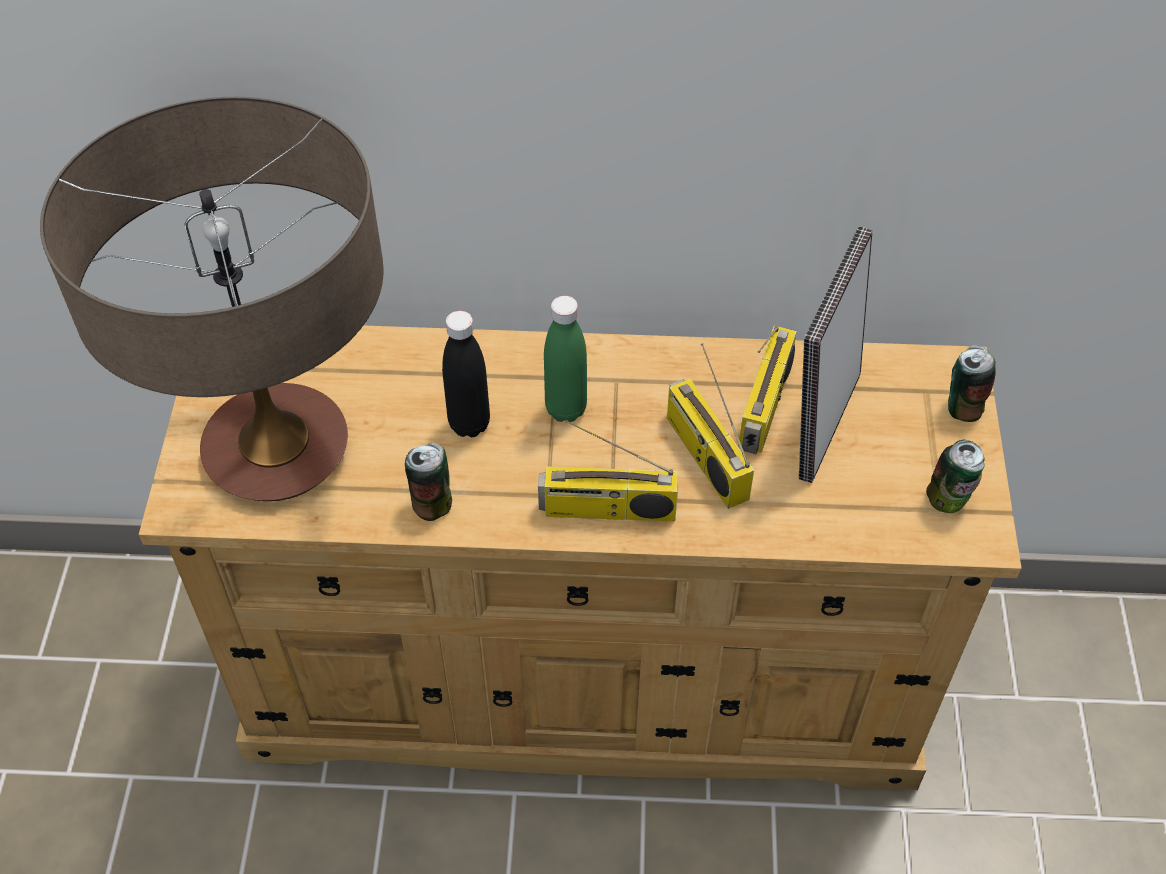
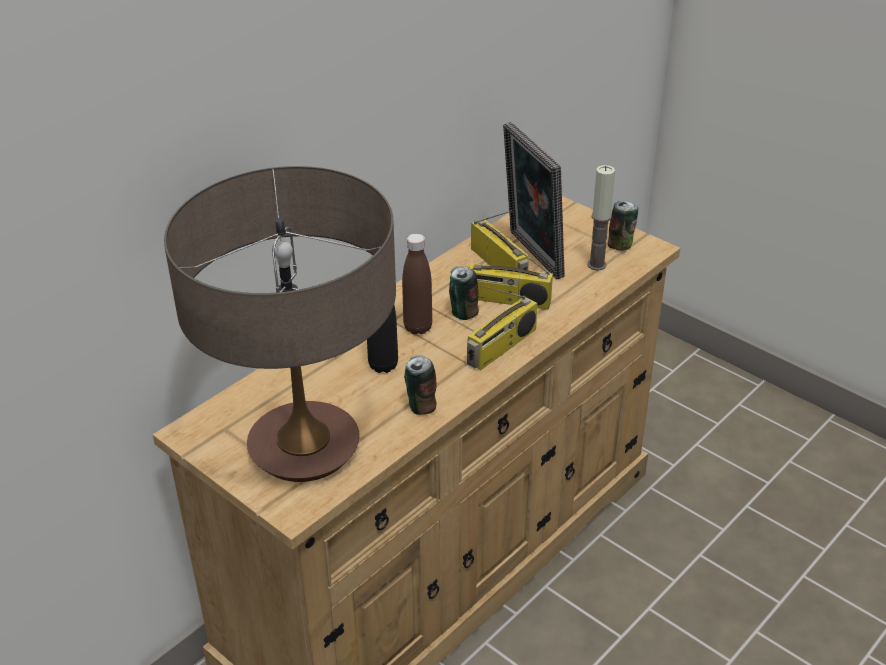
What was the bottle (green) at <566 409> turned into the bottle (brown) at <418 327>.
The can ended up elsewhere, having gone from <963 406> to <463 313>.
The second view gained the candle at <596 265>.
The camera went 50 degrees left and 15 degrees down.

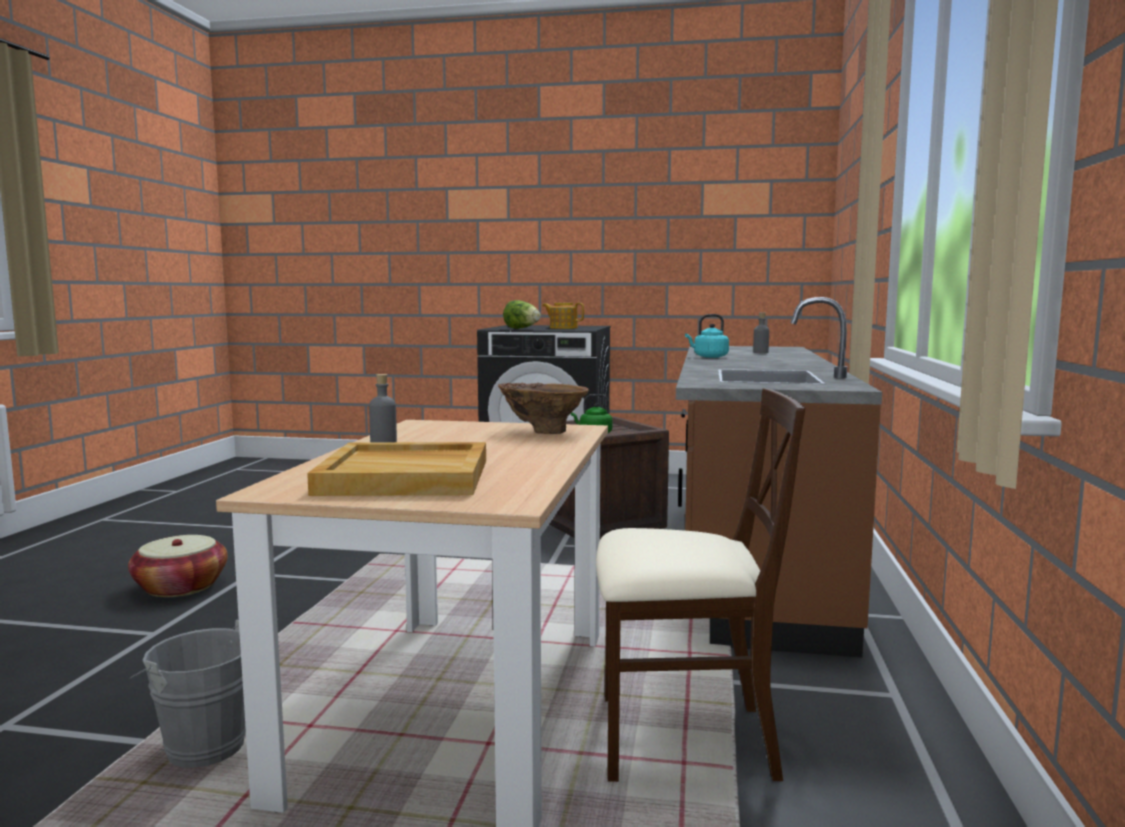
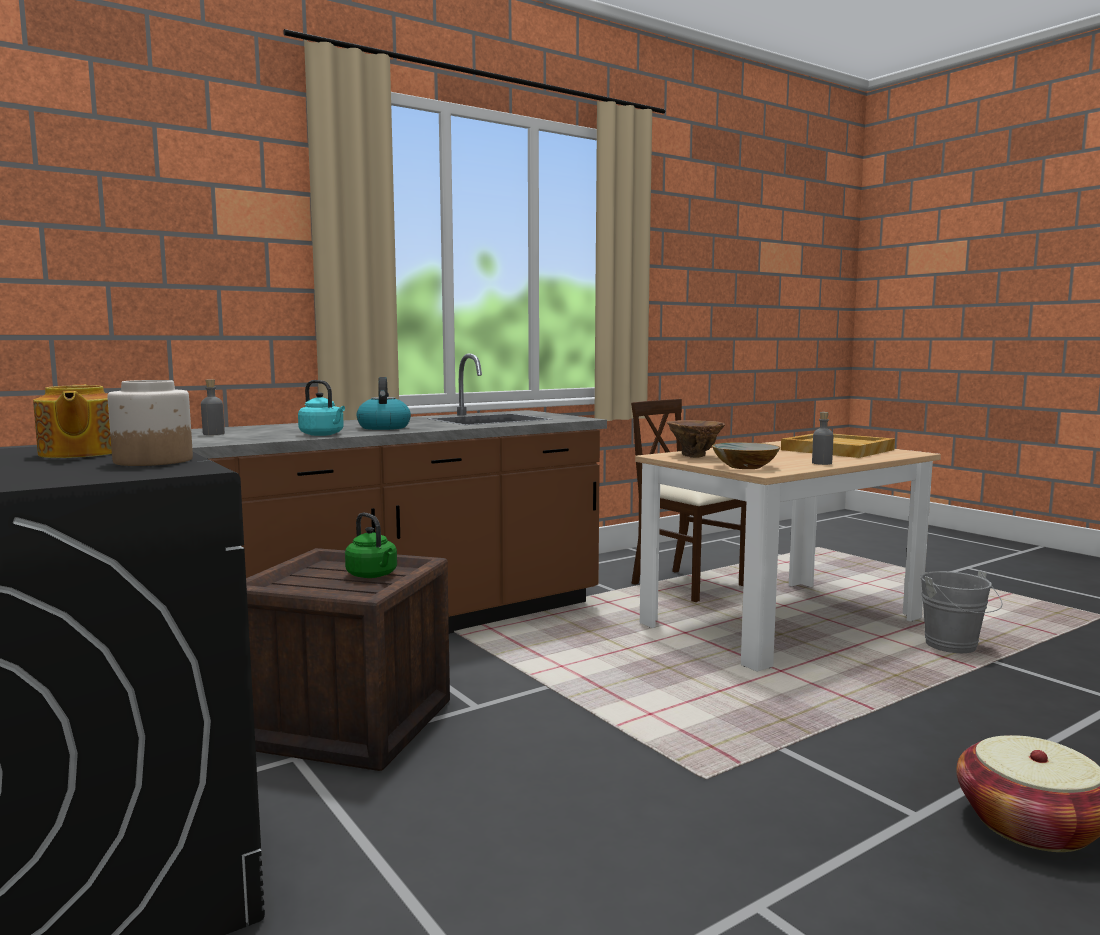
Where the lettuce stood at <522 328>, the jar came to stand at <152 461>.
The second view gained the kettle at <383 427>.
The second view gained the bowl at <744 467>.
The camera went 135 degrees left and 0 degrees up.

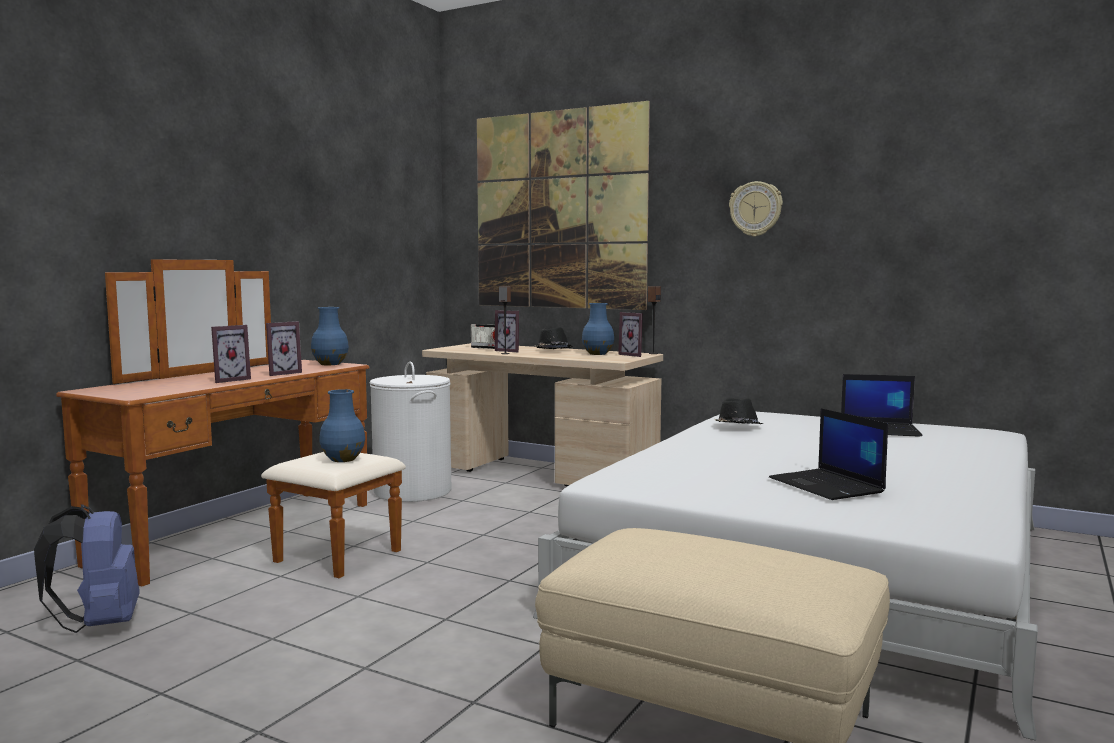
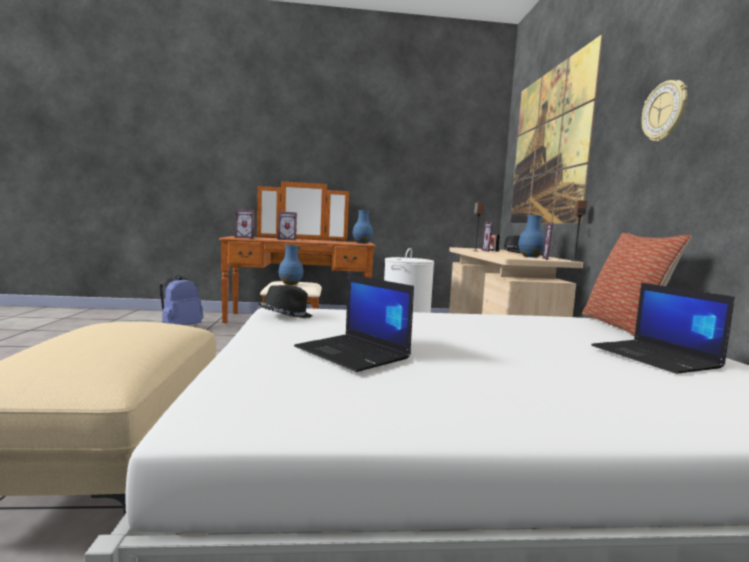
The picture frame ended up elsewhere, having gone from <281 373> to <246 238>.
The hat (black) ended up elsewhere, having gone from <738 427> to <285 316>.
The laptop at <827 485> ended up facing another way, 75 degrees counterclockwise from before.
The second view gained the pillow at <623 326>.
The camera went 55 degrees right and 0 degrees up.

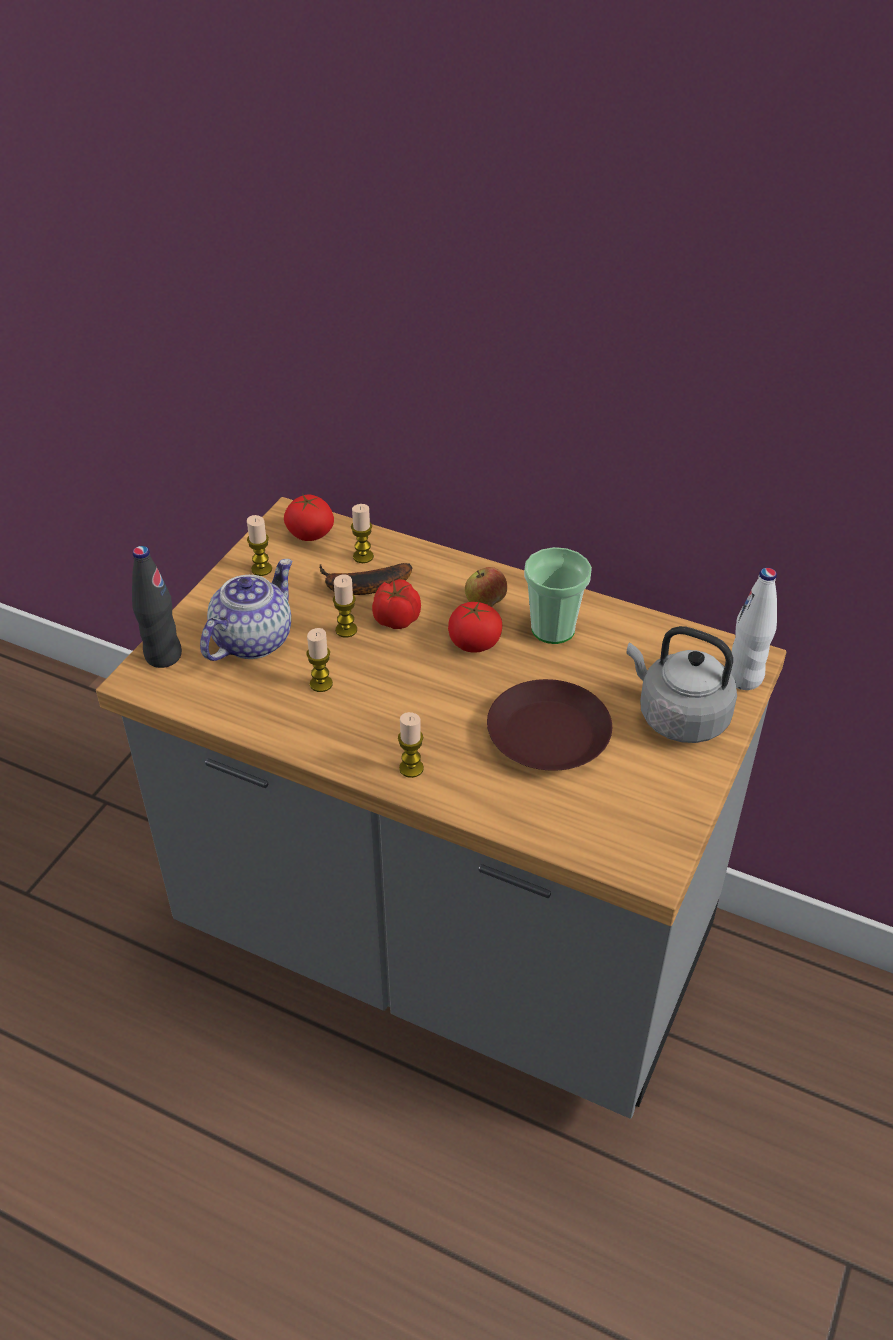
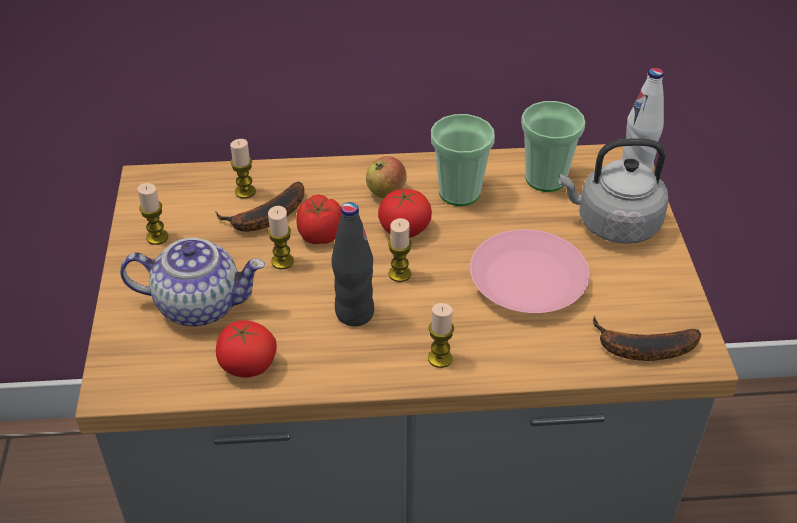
The bottle (black) ended up elsewhere, having gone from <163 656> to <354 313>.
The teapot at <252 640> ended up facing another way, 90 degrees clockwise from before.
The tomato ended up elsewhere, having gone from <310 534> to <248 365>.
The candle ended up elsewhere, having gone from <321 684> to <399 274>.
What was the plate (brown) at <547 734> turned into the plate (pink) at <526 281>.
The second view gained the cup at <545 179>.
The second view gained the banana at <640 349>.
The camera went 30 degrees left and 0 degrees up.

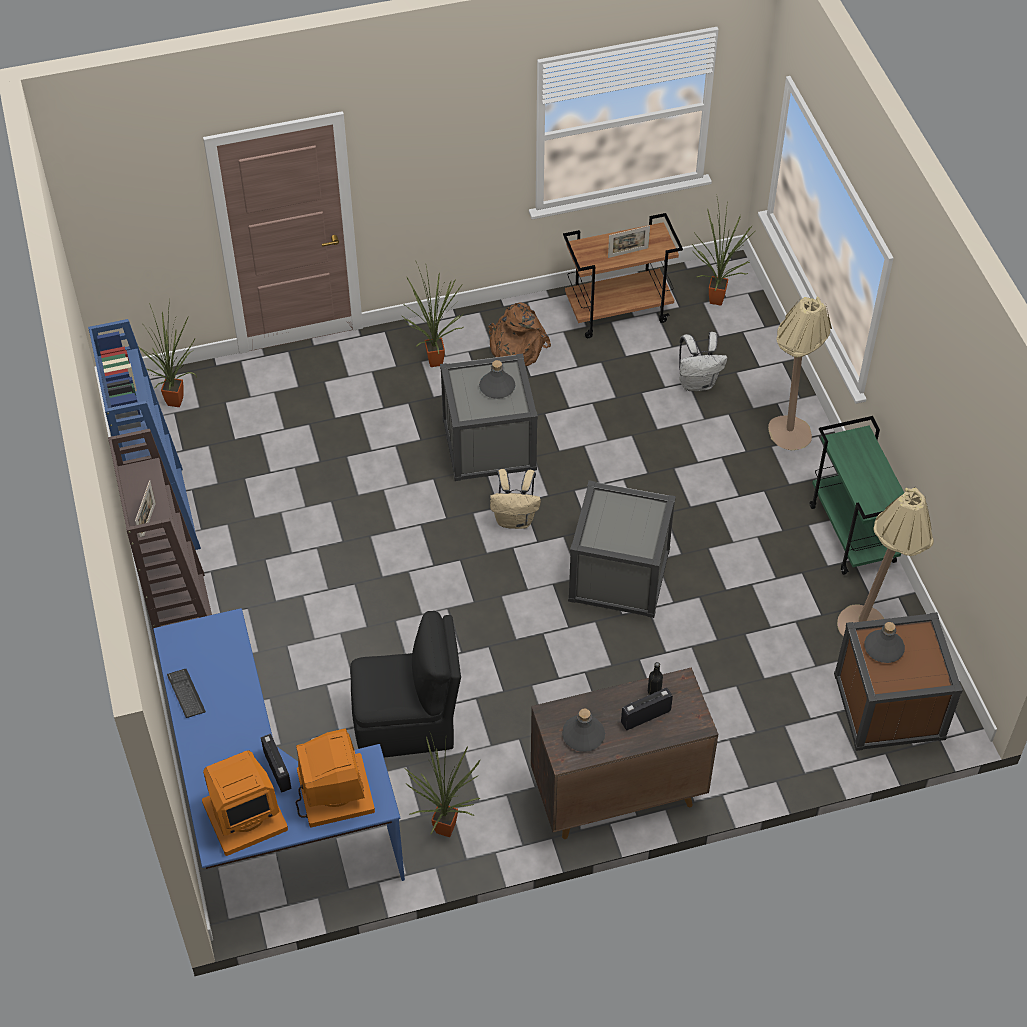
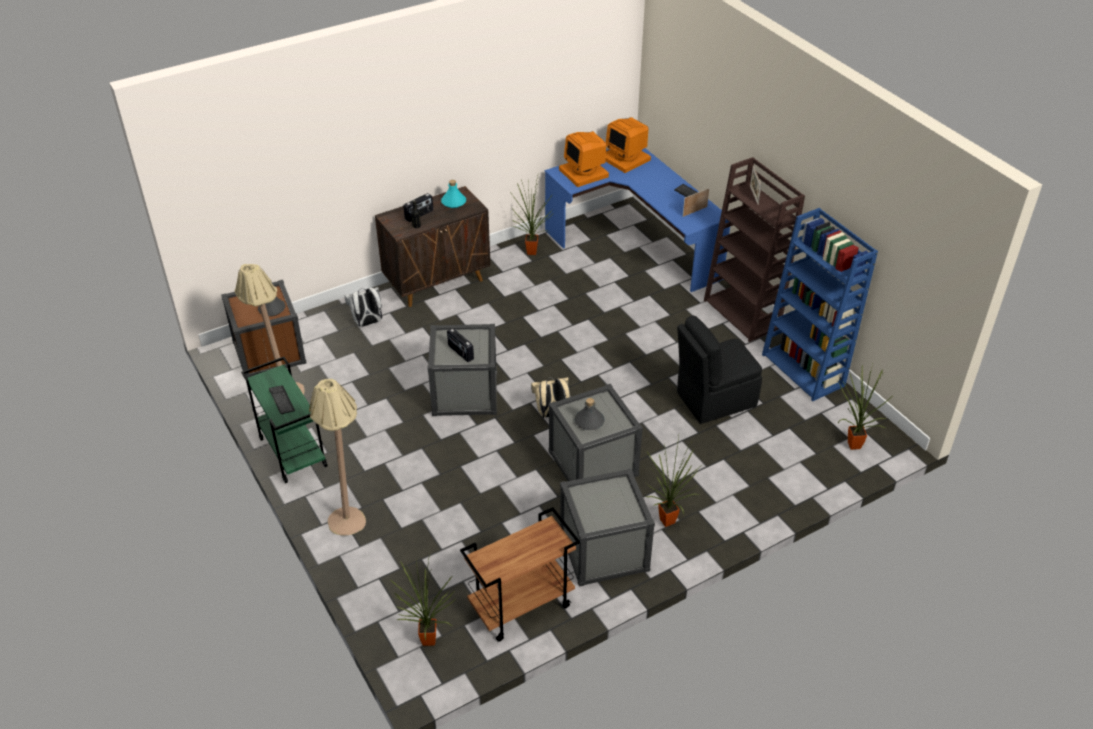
The monitor at <244 814> ended up facing another way, 90 degrees counterclockwise from before.
The radio ended up elsewhere, having gone from <278 770> to <460 352>.
The chair (black) ended up elsewhere, having gone from <407 724> to <714 400>.
Where the backpack (brown) stood at <516 347>, the storage box (grey) came to stand at <603 550>.
What was the bottle (grey) at <583 735> turned into the bottle (turquoise) at <453 202>.
The picture frame ended up elsewhere, having gone from <628 252> to <695 211>.
The backpack (white) ended up elsewhere, having gone from <697 382> to <367 323>.
The second view gained the keyboard at <282 400>.
The camera went 165 degrees right and 10 degrees down.

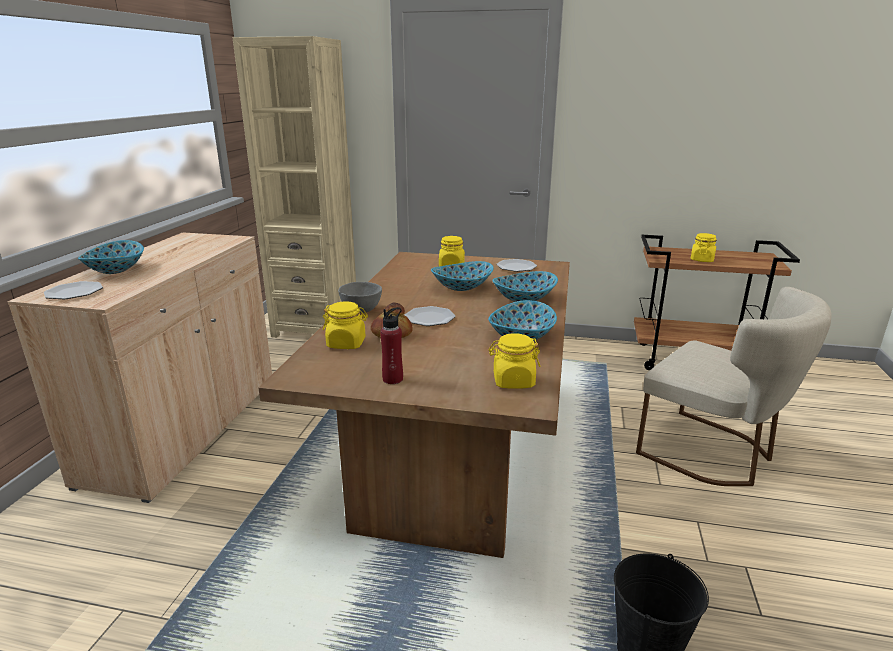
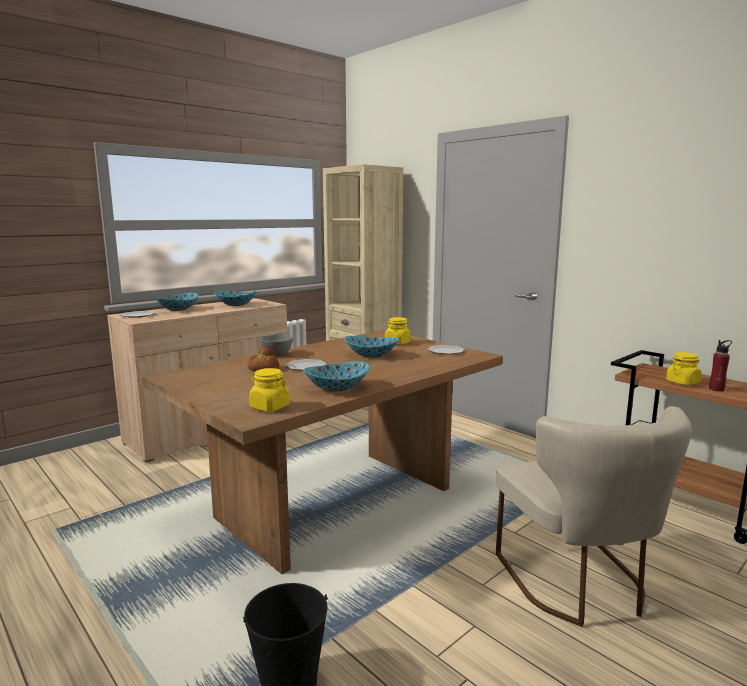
The second view lost the jar (yellow) at <346 343>.
The bottle (red) ended up elsewhere, having gone from <393 379> to <716 389>.
The bowl ended up elsewhere, having gone from <523 299> to <236 305>.
The camera went 35 degrees right and 10 degrees down.

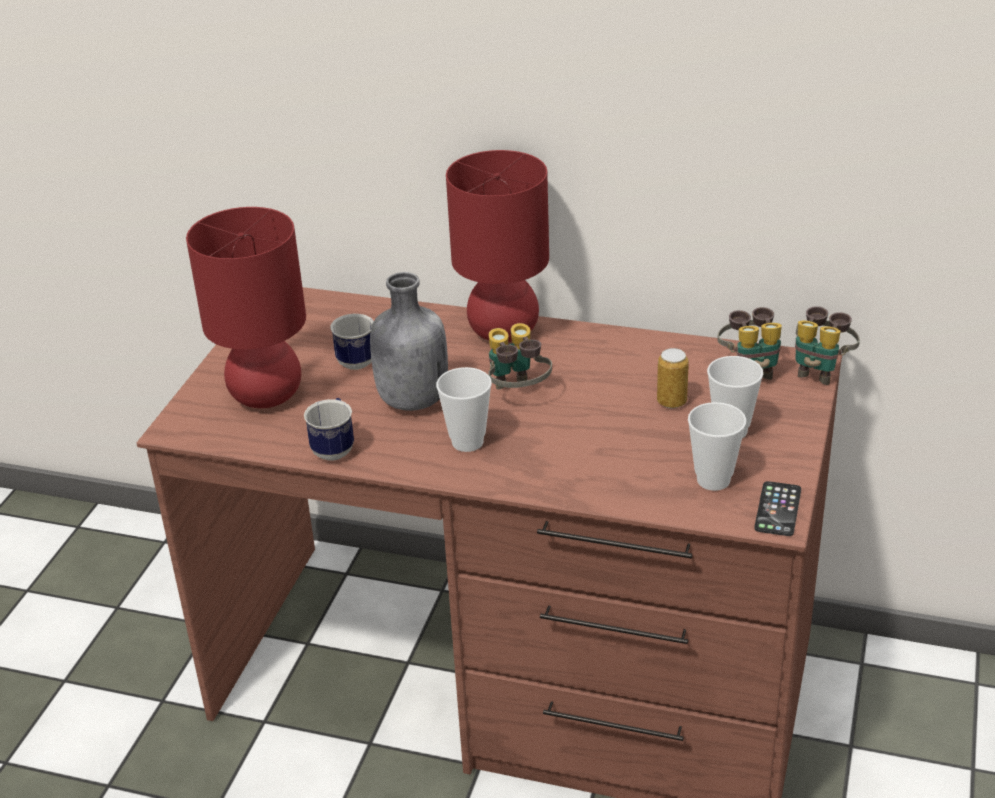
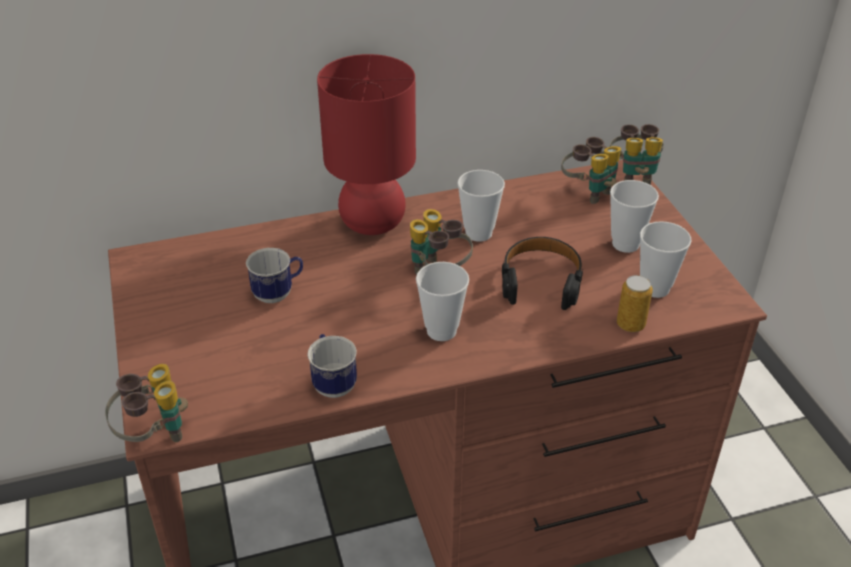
The second view lost the table lamp (red) at <266 395>.
The second view lost the bottle (grey) at <411 400>.
The can ended up elsewhere, having gone from <671 402> to <630 324>.
The second view lost the phone at <778 509>.
The second view gained the binoculars at <154 435>.
The second view gained the cup at <478 233>.
The second view gained the headphones (black) at <541 280>.
The camera went 35 degrees left and 5 degrees up.

